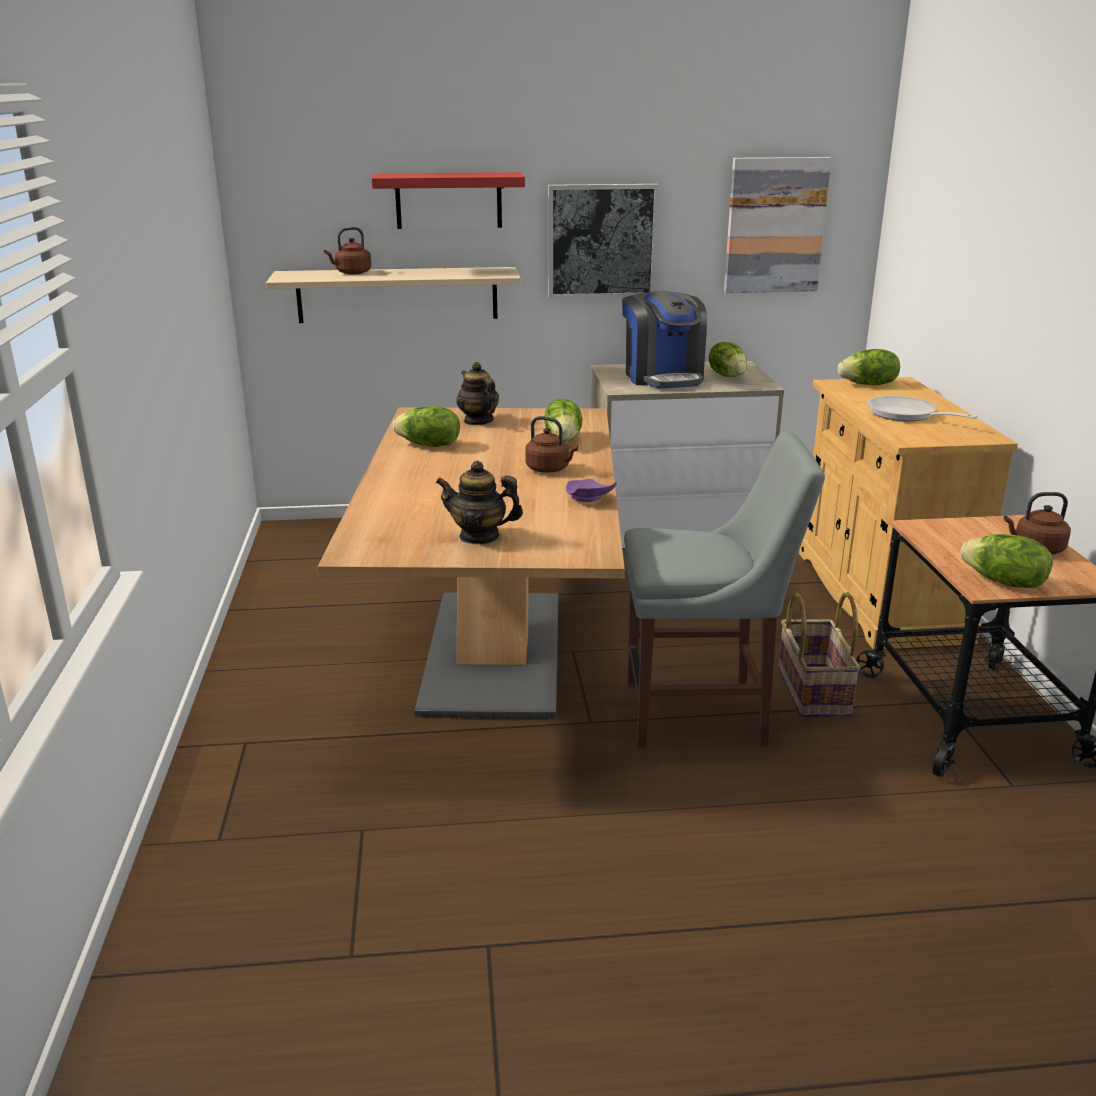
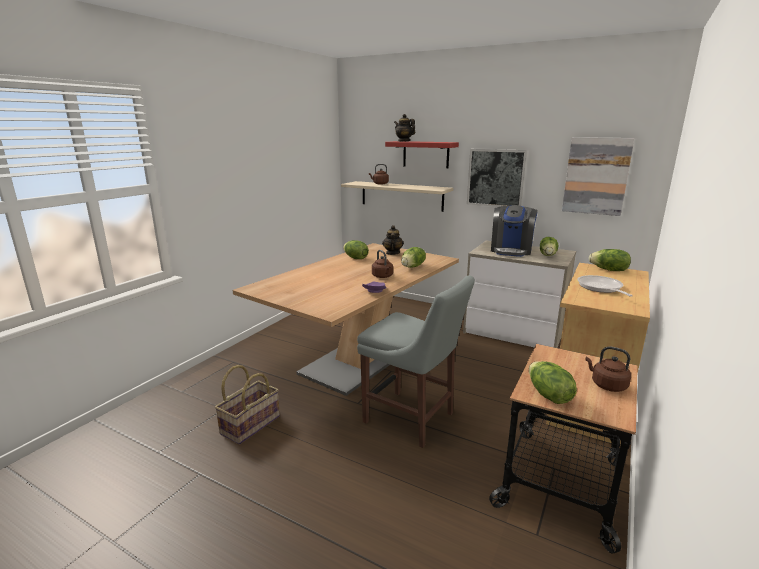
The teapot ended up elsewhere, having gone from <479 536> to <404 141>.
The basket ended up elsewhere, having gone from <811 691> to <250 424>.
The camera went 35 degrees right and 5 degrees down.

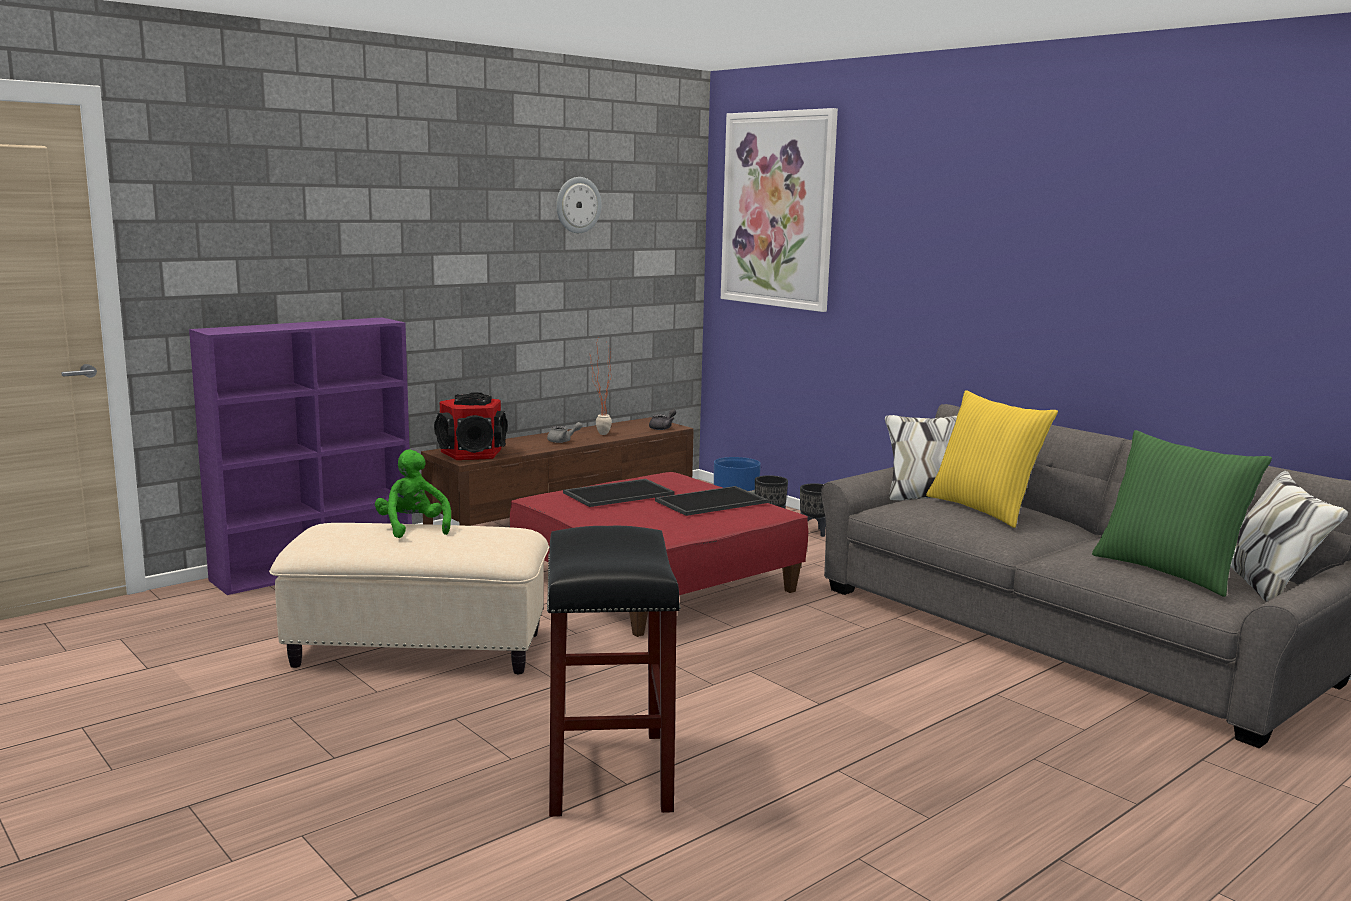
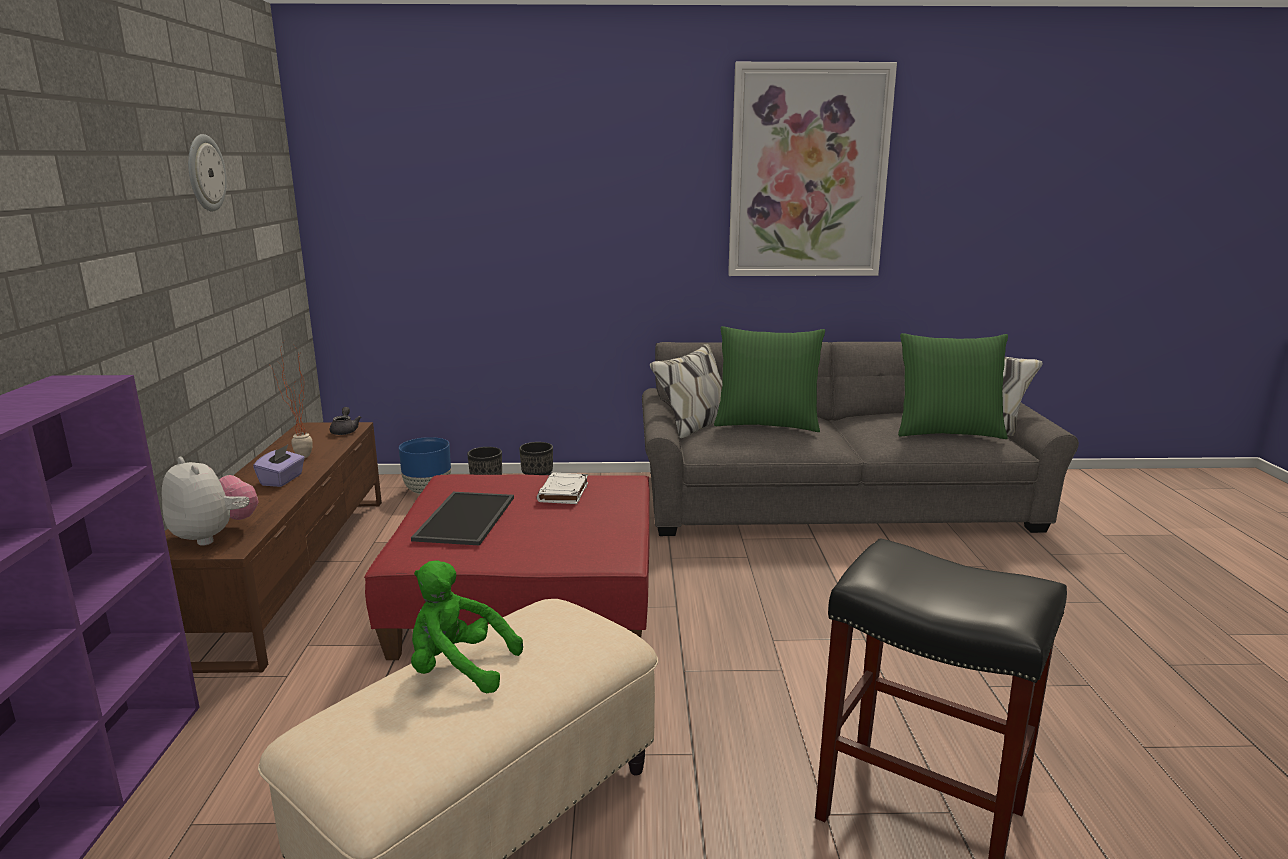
Where the speaker stood at <471 453>, the plush toy came to stand at <214 536>.
Where the teapot (grey) stood at <563 441>, the tissue box (purple) came to stand at <282 480>.
Where the tray stood at <711 502>, the book (white) came to stand at <563 493>.
The picture ended up elsewhere, having gone from <778 209> to <808 172>.
What was the pillow (yellow) at <983 509> turned into the pillow (green) at <767 424>.
The camera went 50 degrees left and 5 degrees up.

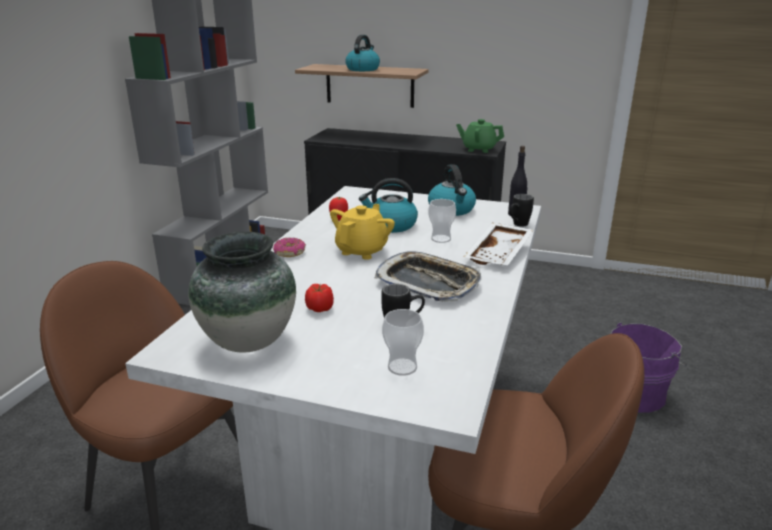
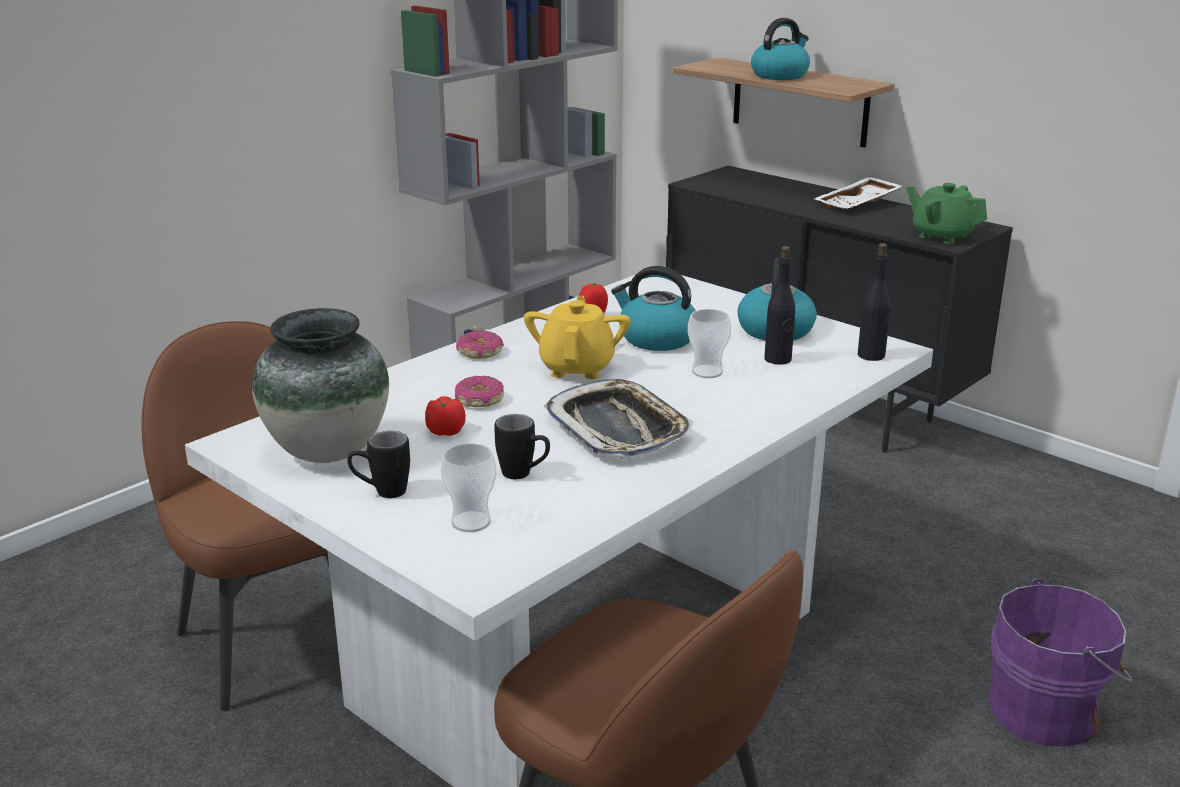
The teapot (yellow) at <362 251> ended up facing another way, 45 degrees counterclockwise from before.
The tray (white) ended up elsewhere, having gone from <500 254> to <858 204>.
The mug (black) ended up elsewhere, having gone from <517 225> to <381 493>.
The second view gained the donut at <479 400>.
The second view gained the bottle (black) at <778 359>.
The camera went 25 degrees right and 0 degrees up.

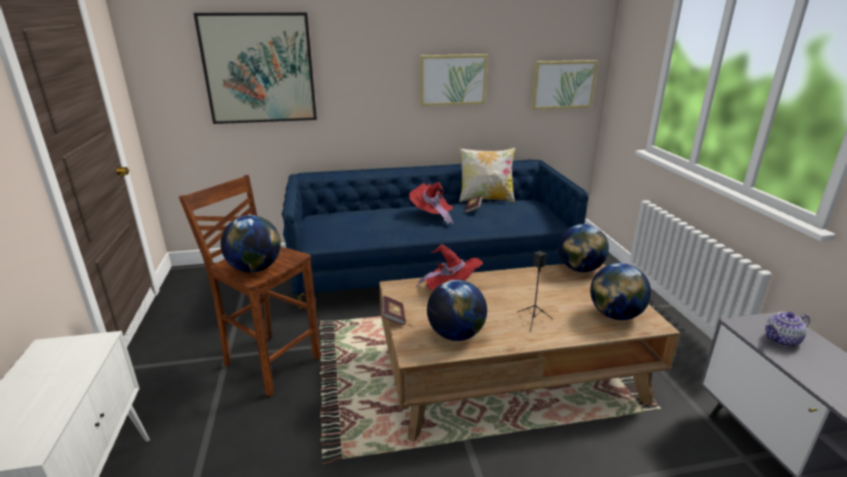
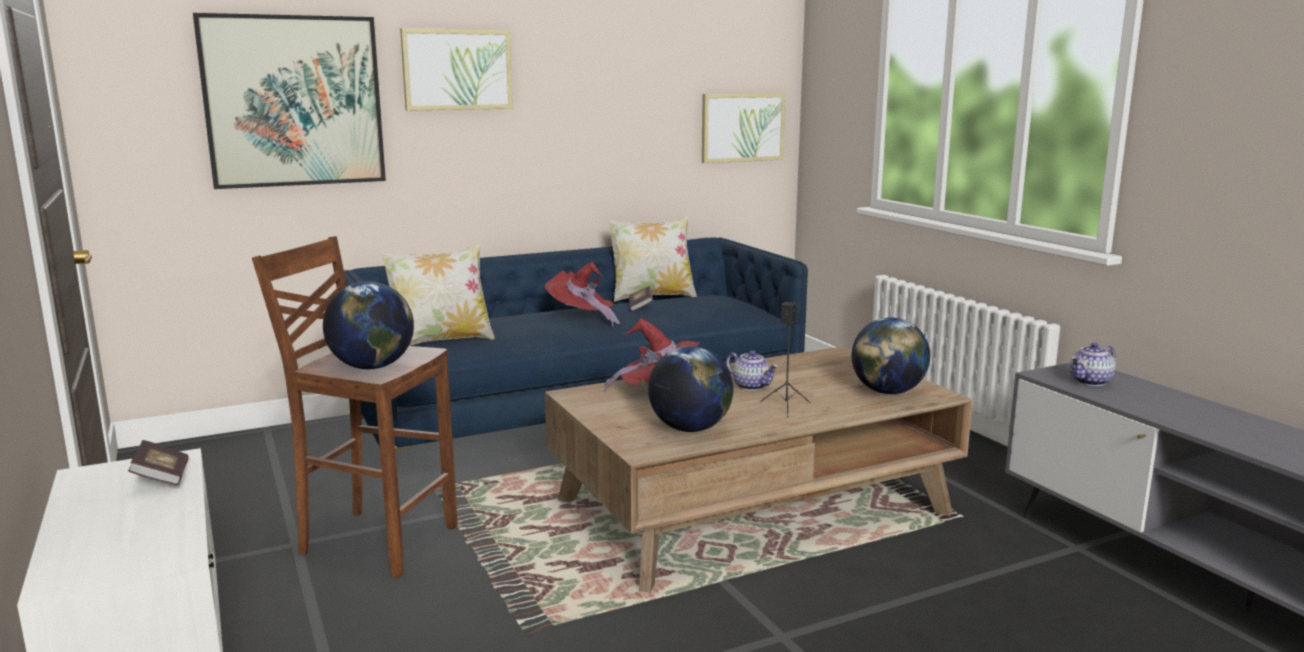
The book ended up elsewhere, having gone from <393 317> to <162 478>.
The picture ended up elsewhere, having gone from <452 80> to <457 69>.
The second view lost the globe at <579 269>.
The second view gained the pillow at <441 341>.
The second view gained the teapot at <751 386>.
The camera went 15 degrees left and 10 degrees down.

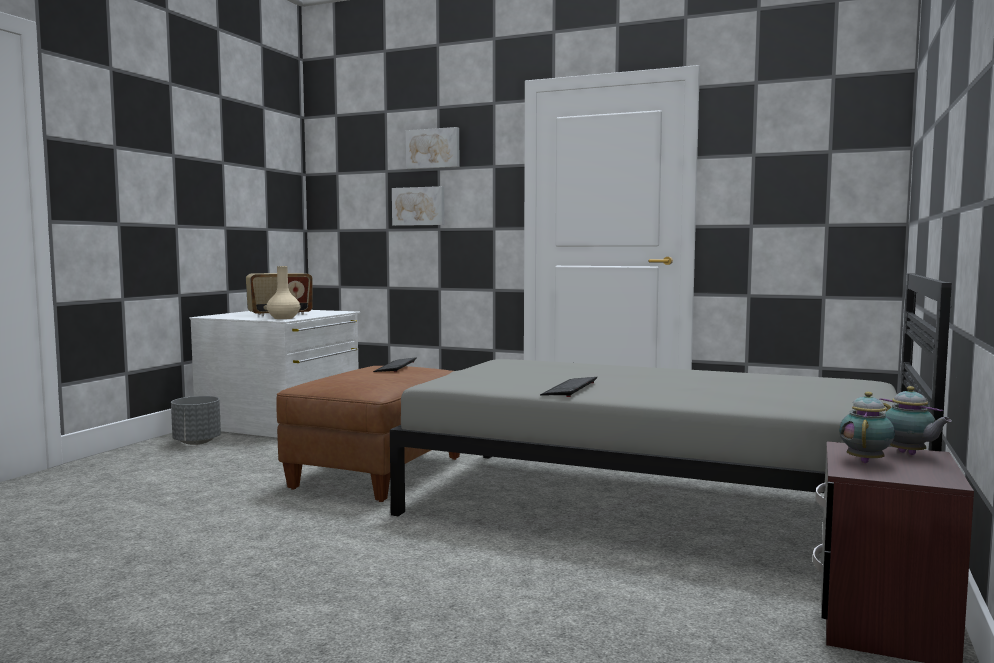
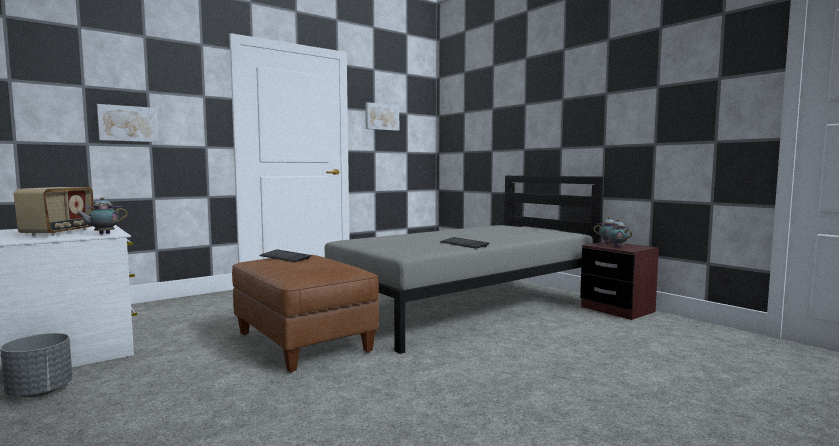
Where the vase (beige) stood at <284 318>, the teapot came to stand at <103 234>.
The picture ended up elsewhere, having gone from <433 148> to <381 117>.
The camera went 60 degrees left and 0 degrees up.

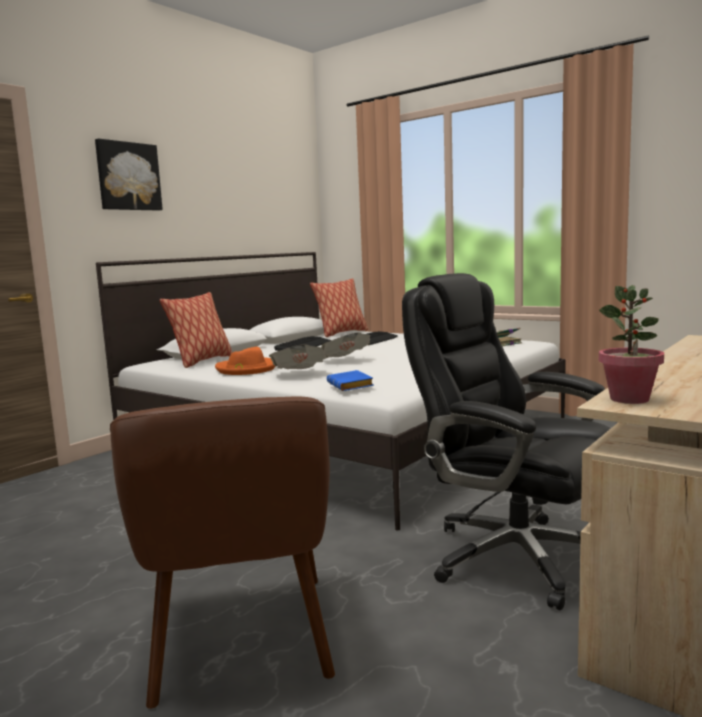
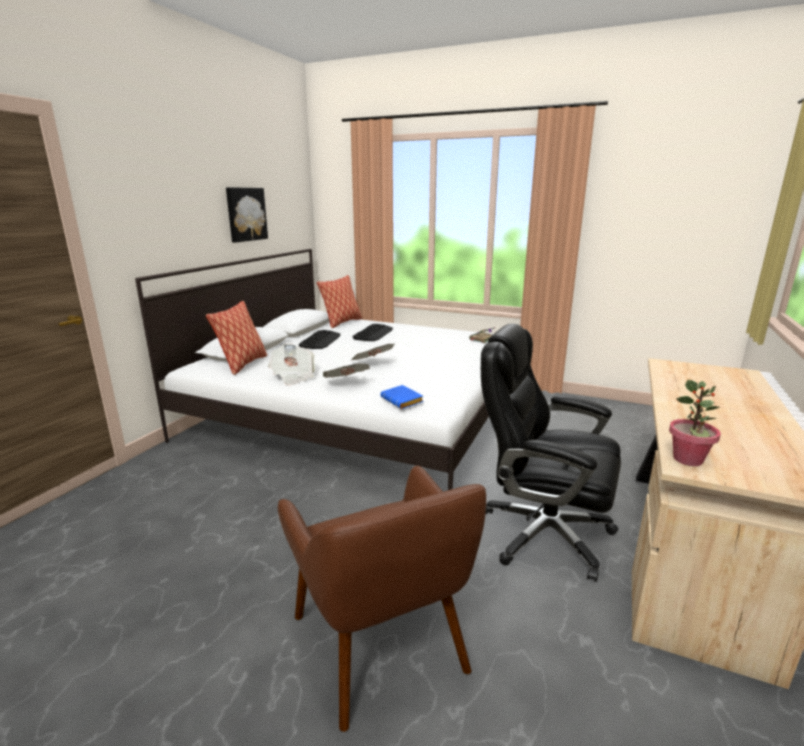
The picture ended up elsewhere, having gone from <128 176> to <245 214>.
Where the hat (orange) stood at <246 369>, the newspaper came to stand at <293 376>.
The camera went 15 degrees left and 10 degrees up.

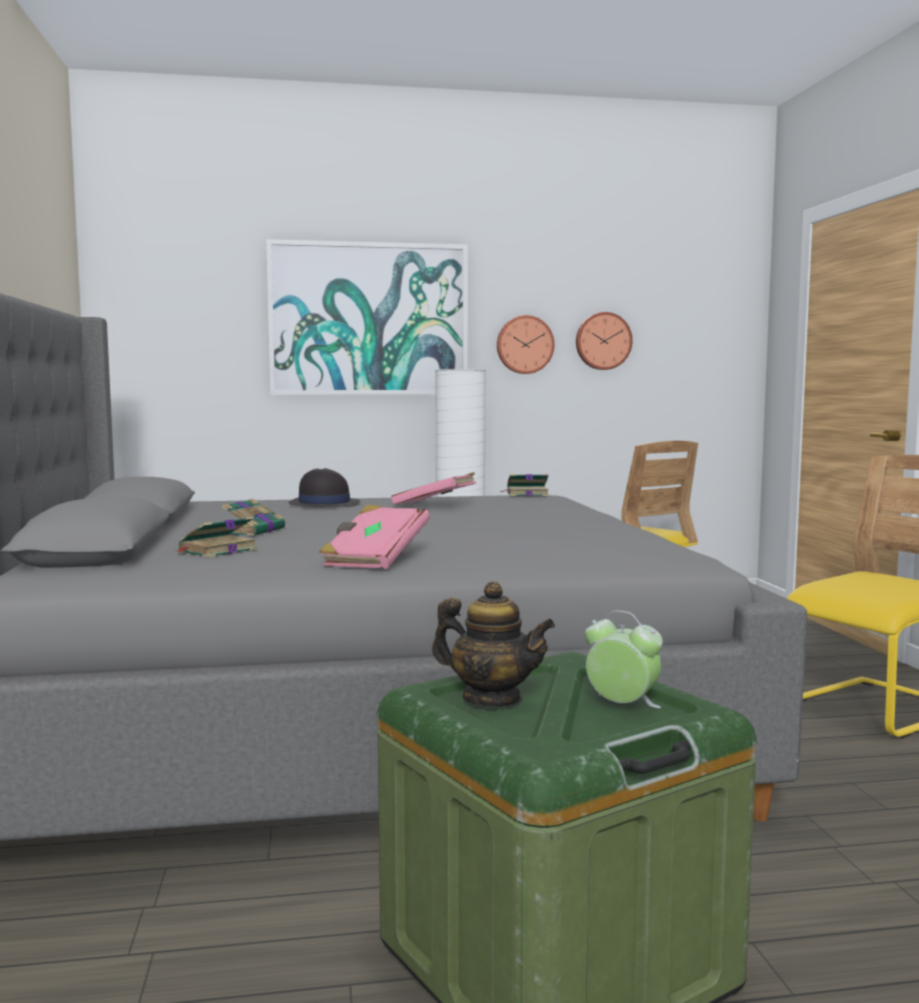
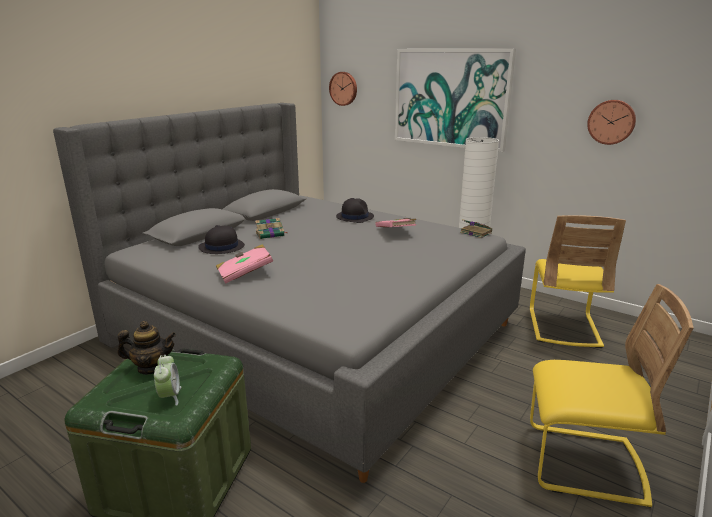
Where the book stood at <216 551>, the hat (black) came to stand at <221 247>.
The teapot at <492 699> ended up facing another way, 75 degrees counterclockwise from before.
The wall clock ended up elsewhere, having gone from <524 345> to <344 88>.
The camera went 45 degrees right and 15 degrees up.

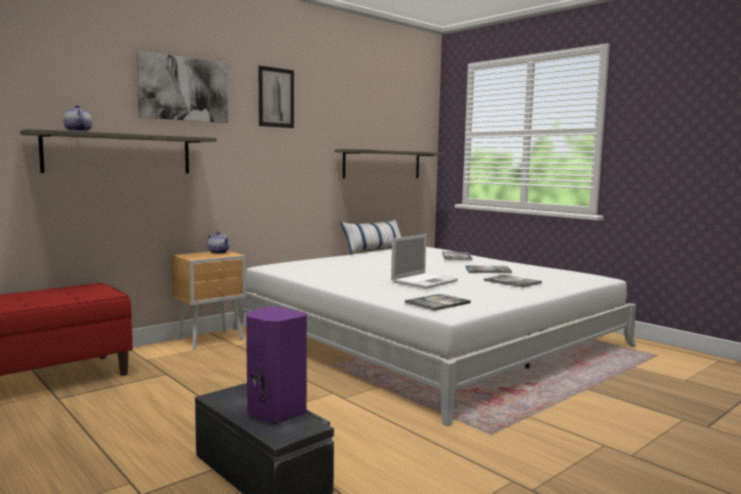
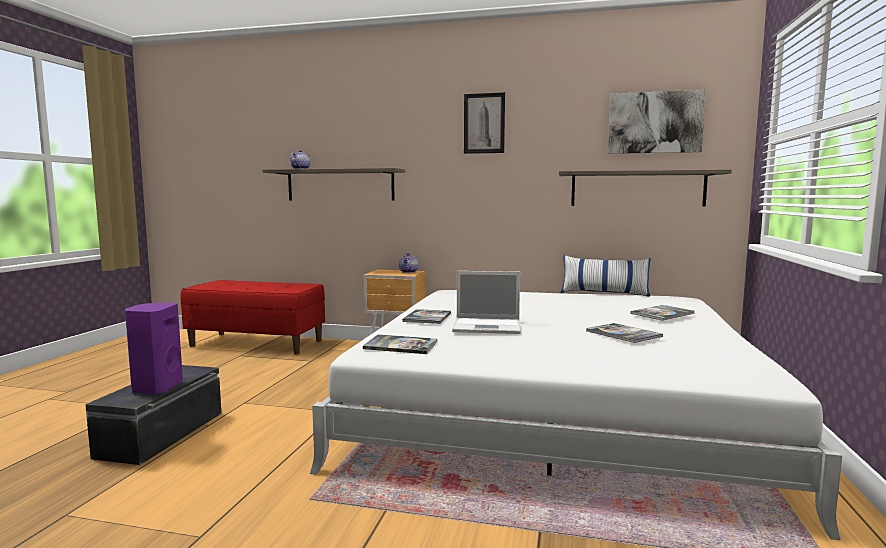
The picture ended up elsewhere, having gone from <183 89> to <655 123>.
The book ended up elsewhere, having gone from <512 282> to <427 317>.
The camera went 55 degrees right and 0 degrees up.

